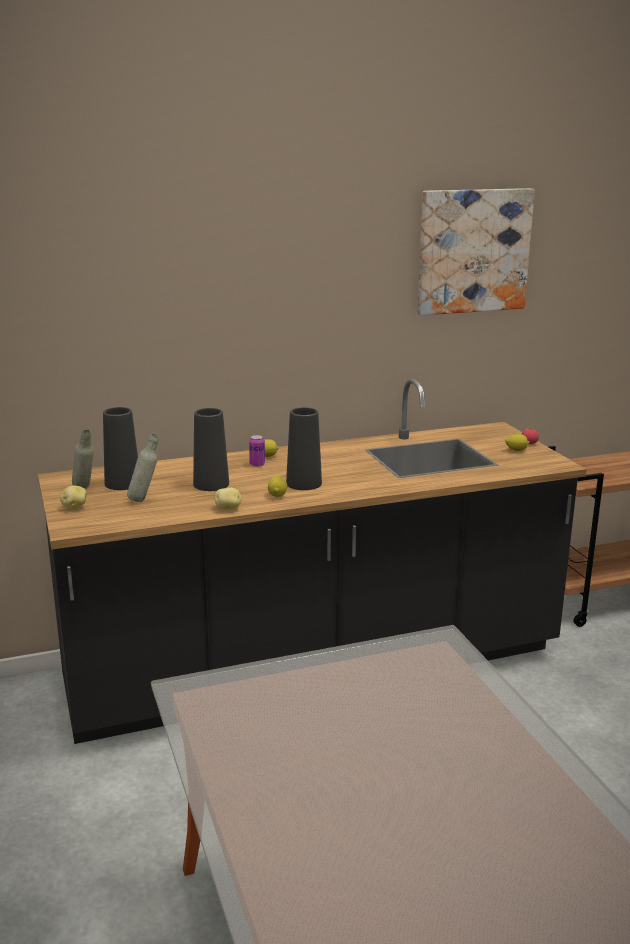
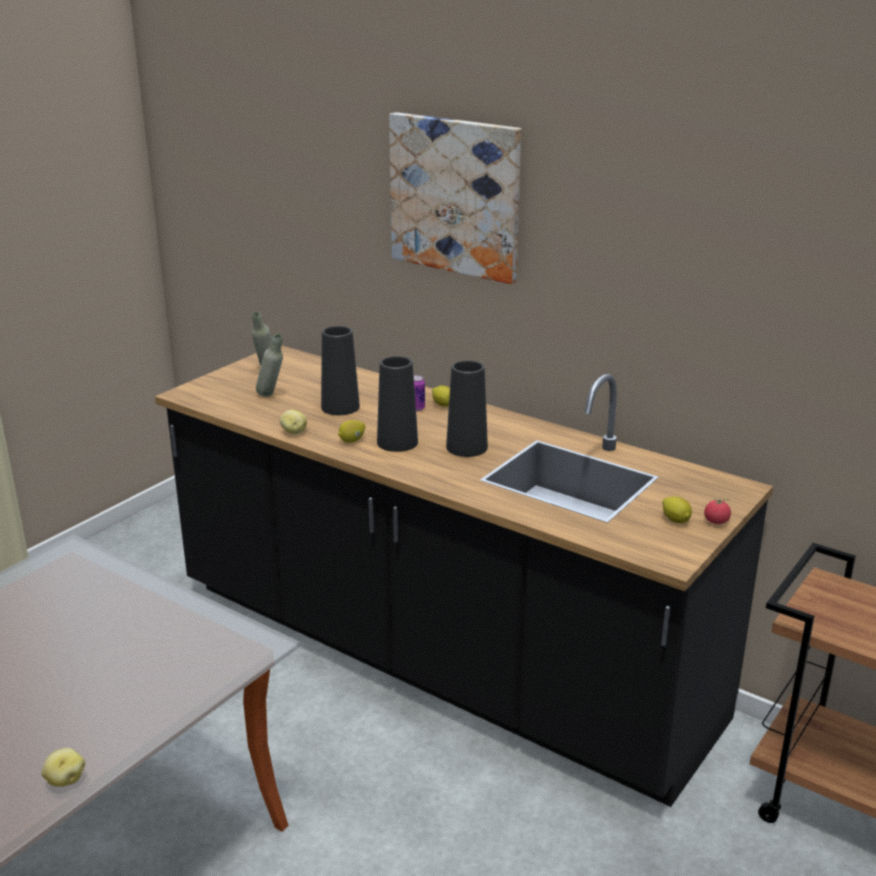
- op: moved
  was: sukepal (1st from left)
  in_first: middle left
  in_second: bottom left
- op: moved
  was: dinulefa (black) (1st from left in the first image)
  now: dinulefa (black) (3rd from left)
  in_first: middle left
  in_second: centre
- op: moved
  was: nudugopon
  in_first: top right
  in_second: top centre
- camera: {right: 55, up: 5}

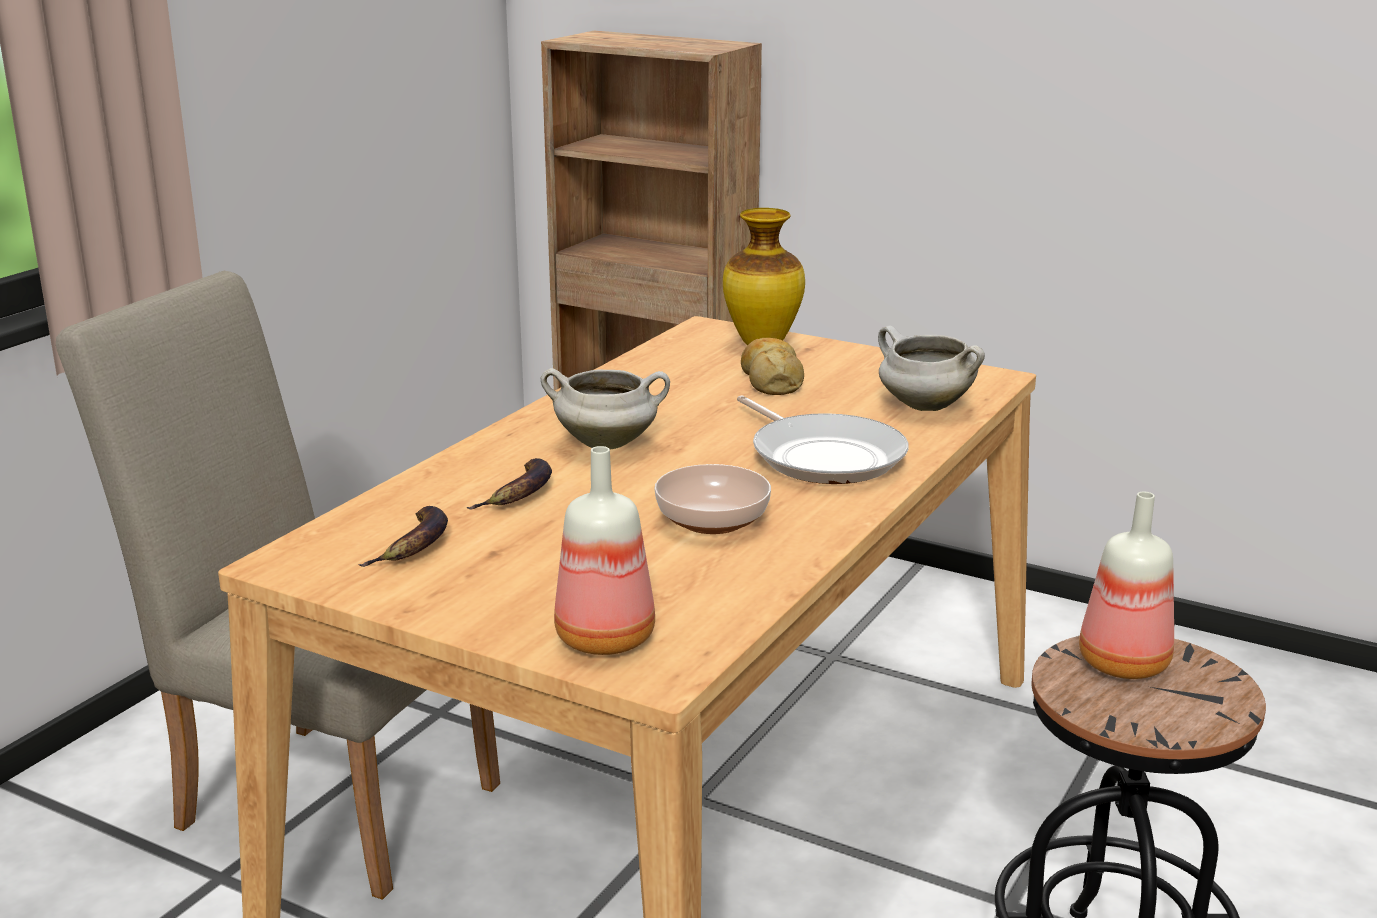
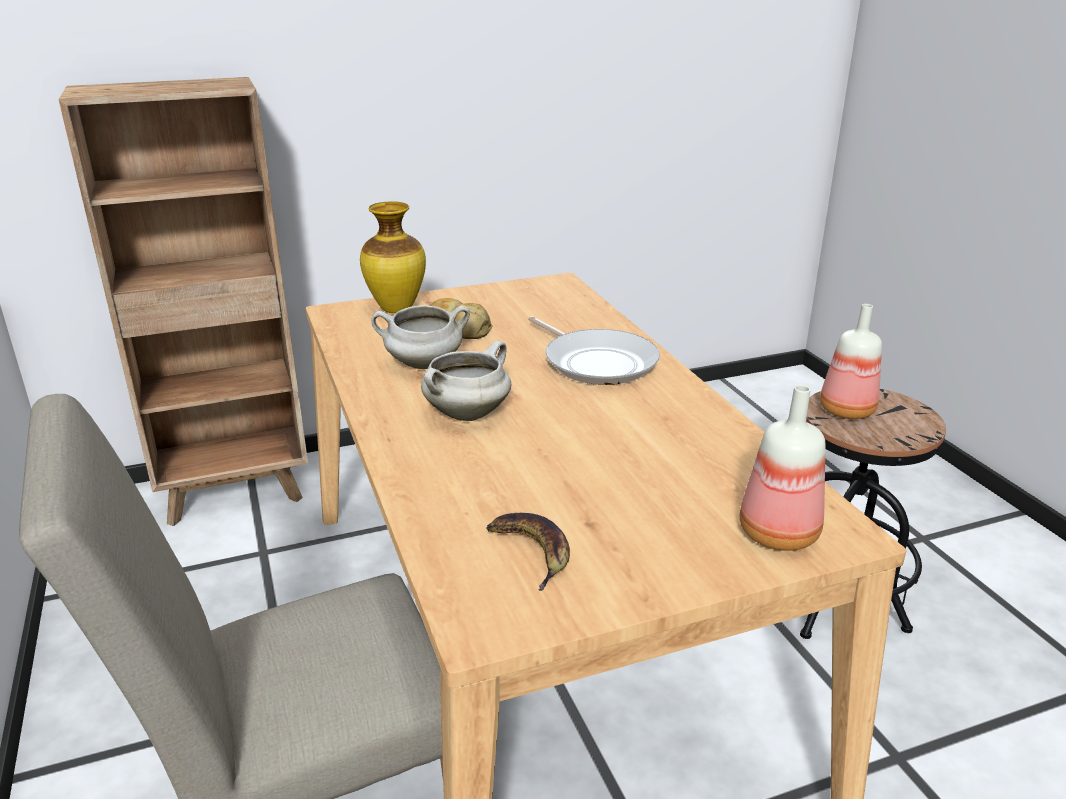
- op: removed
  was: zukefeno (2nd from left)
  in_first: centre
- op: removed
  was: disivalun
  in_first: centre
- op: moved
  was: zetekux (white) (2nd from left in the first image)
  now: zetekux (white) (1st from left)
  in_first: middle right
  in_second: centre
- op: turned
  was: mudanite
  in_first: centre
  in_second: centre
  clockwise: 45
- camera: {right: -50, up: 5}

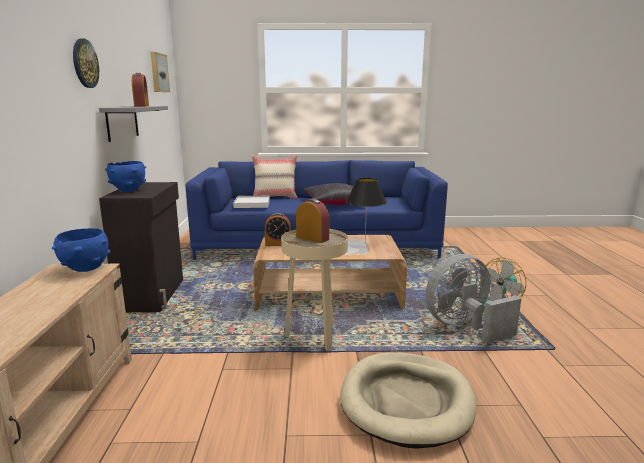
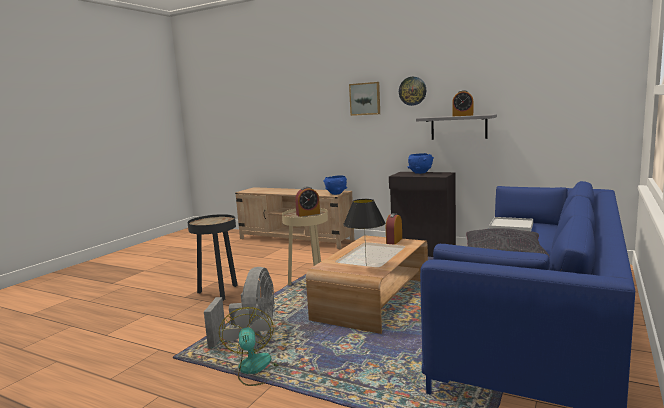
- op: removed
  was: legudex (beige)
  in_first: centre
- op: moved
  was: nudugopon
  in_first: top left
  in_second: top centre
- op: replaced
  was: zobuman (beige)
  now: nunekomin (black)
  in_first: bottom centre
  in_second: middle left
- camera: {right: 120, up: -5}

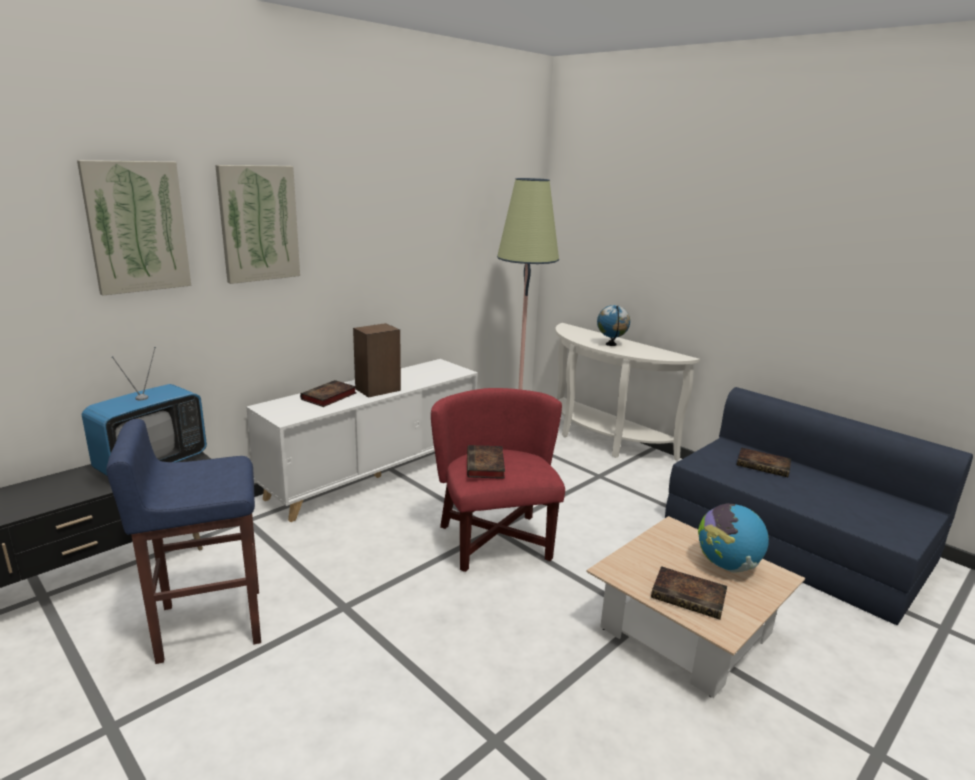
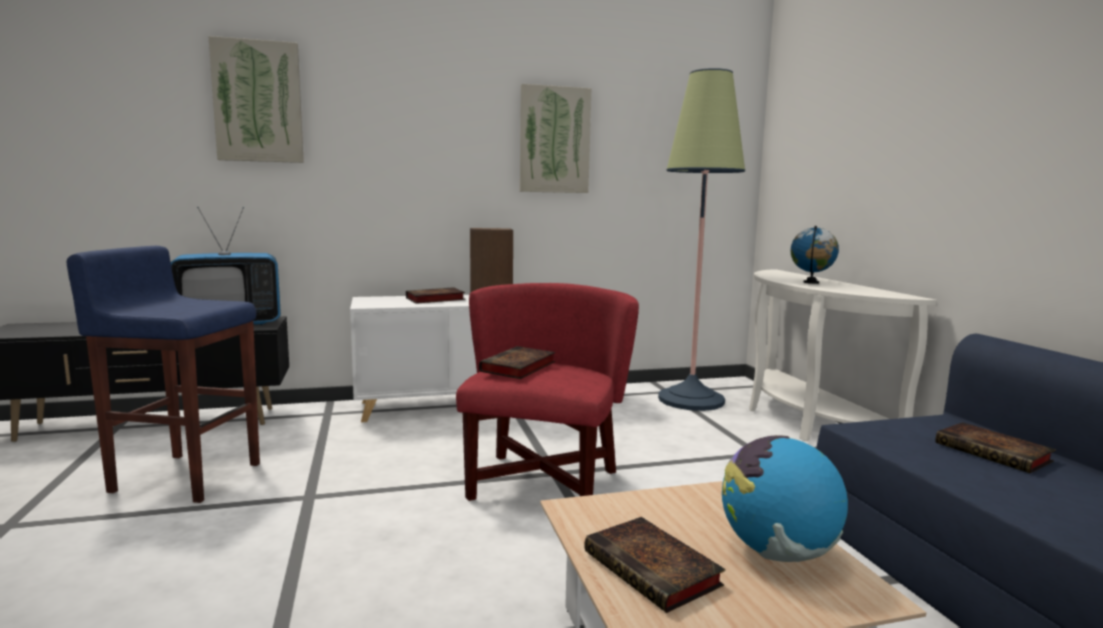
- op: moved
  was: nudugopon (2nd from left)
  in_first: top left
  in_second: top centre
- camera: {right: 30, up: -10}

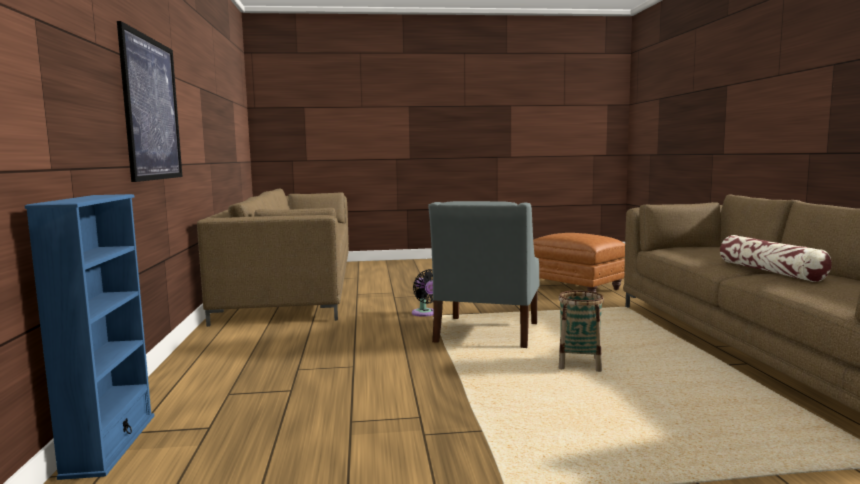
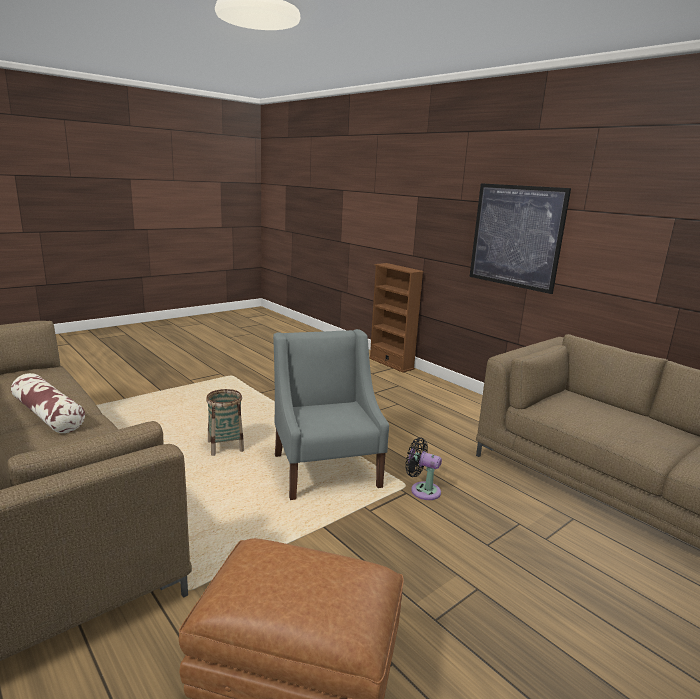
- op: recoloured
  was: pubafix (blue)
  now: pubafix (brown)
  in_first: bottom left
  in_second: centre
- camera: {right: 145, up: 10}

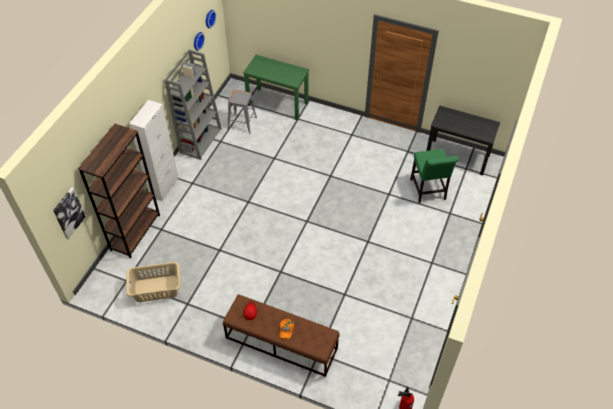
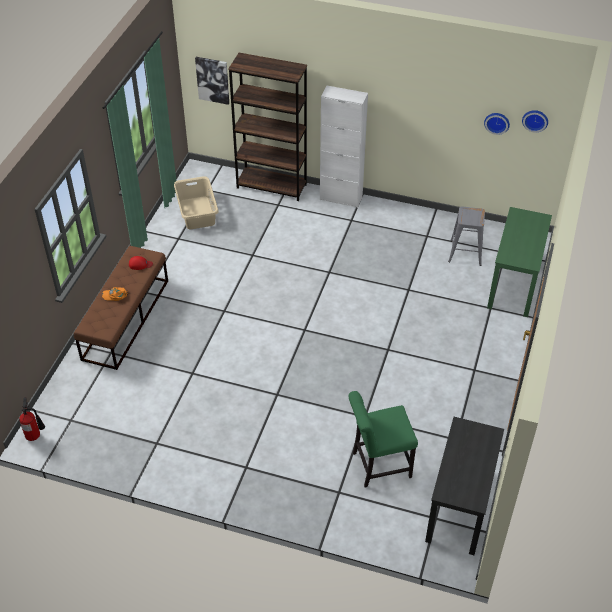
- op: removed
  was: pubafix (grey)
  in_first: top left
- camera: {right: 85, up: -5}

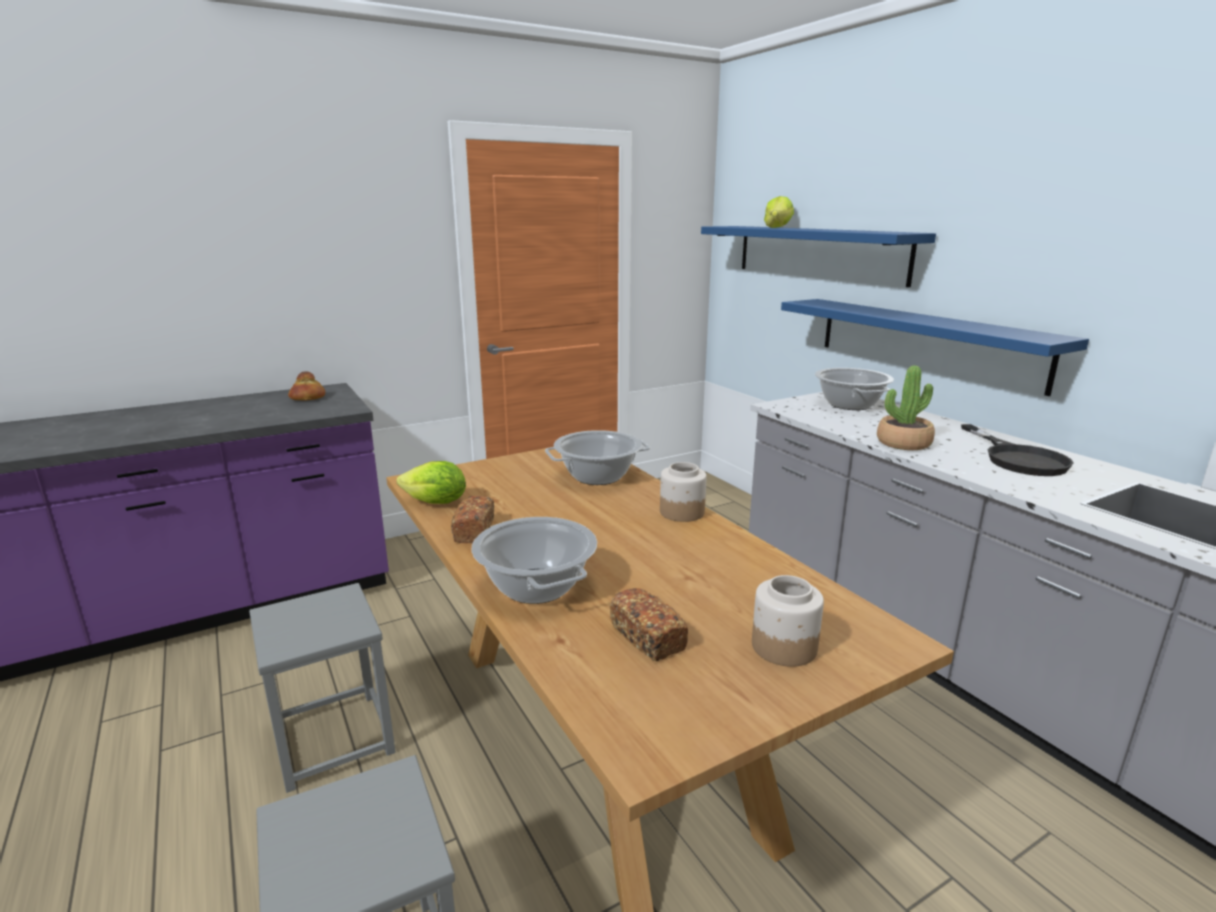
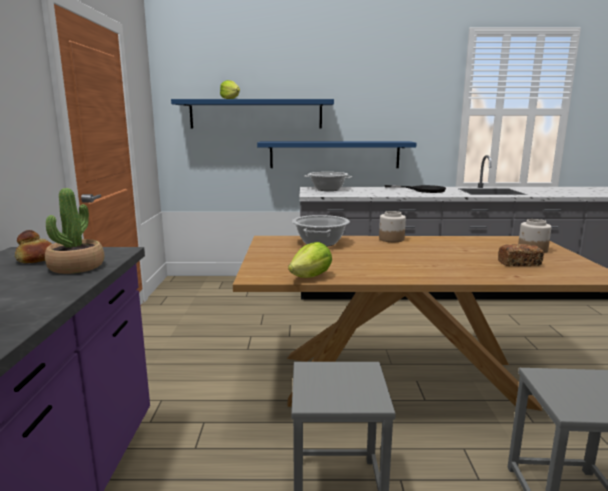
- op: removed
  was: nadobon (2nd from left)
  in_first: centre
- op: removed
  was: zetekux (1st from left)
  in_first: centre
- op: moved
  was: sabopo
  in_first: middle right
  in_second: middle left
- camera: {right: -60, up: -5}

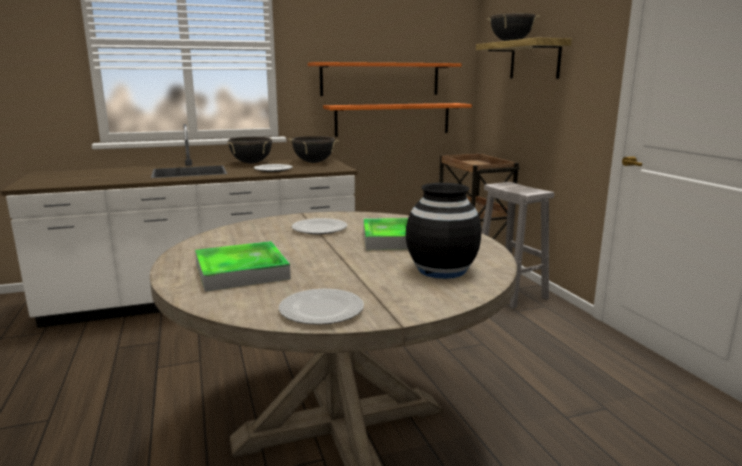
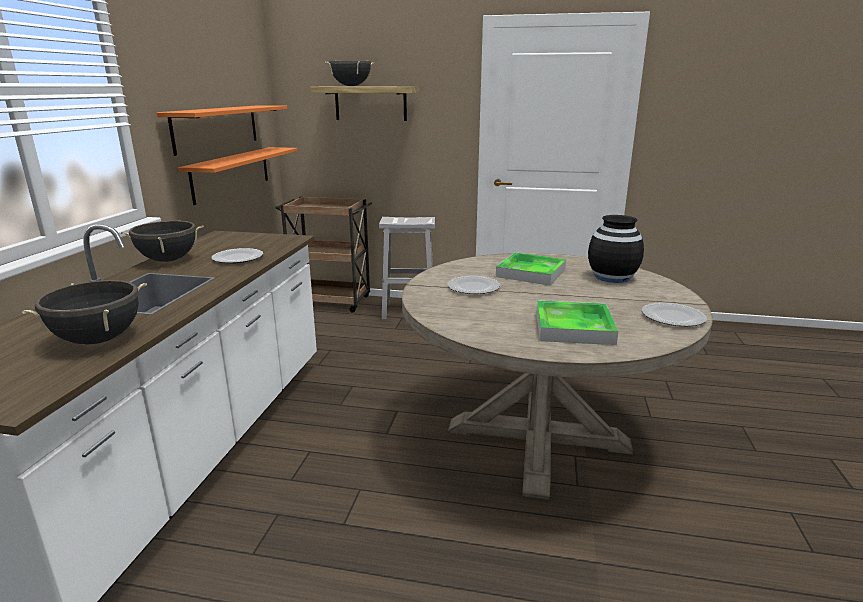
- op: moved
  was: zetekux (black) (2nd from left in the first image)
  now: zetekux (black) (1st from left)
  in_first: top centre
  in_second: middle left
- camera: {right: -60, up: 5}

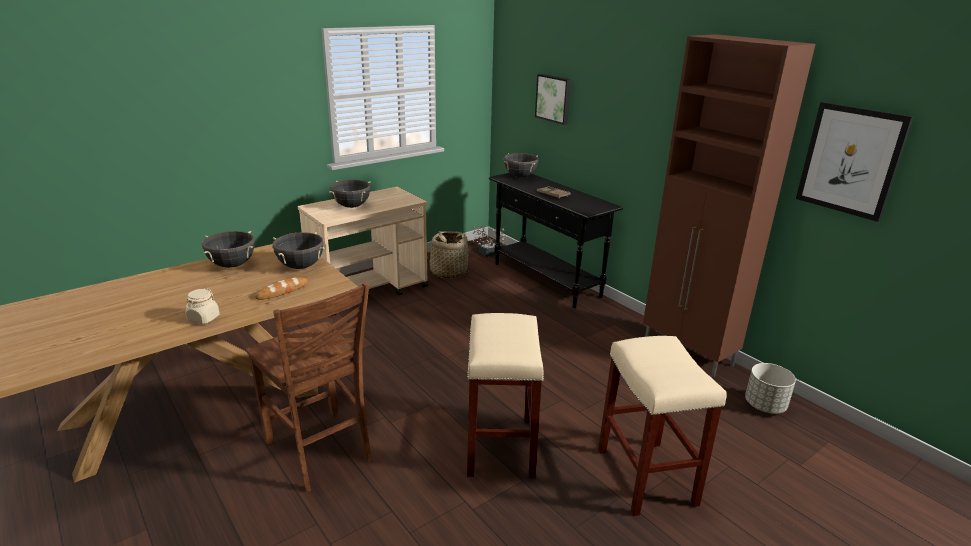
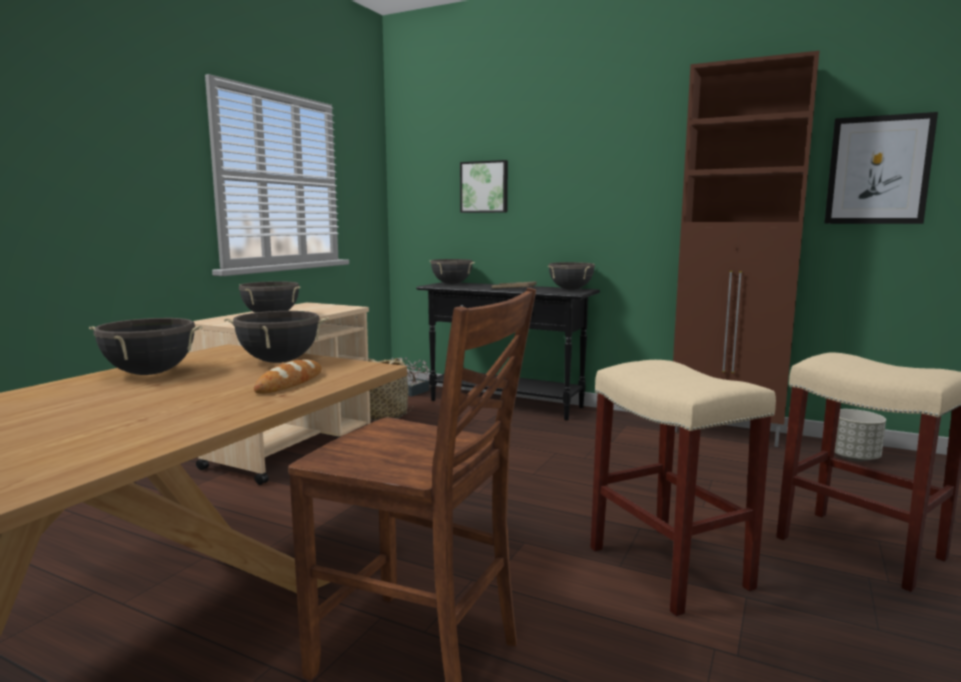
- op: removed
  was: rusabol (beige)
  in_first: middle left
- op: added
  now: zetekux (black) (5th from left)
  in_second: centre
- camera: {right: -25, up: -15}

